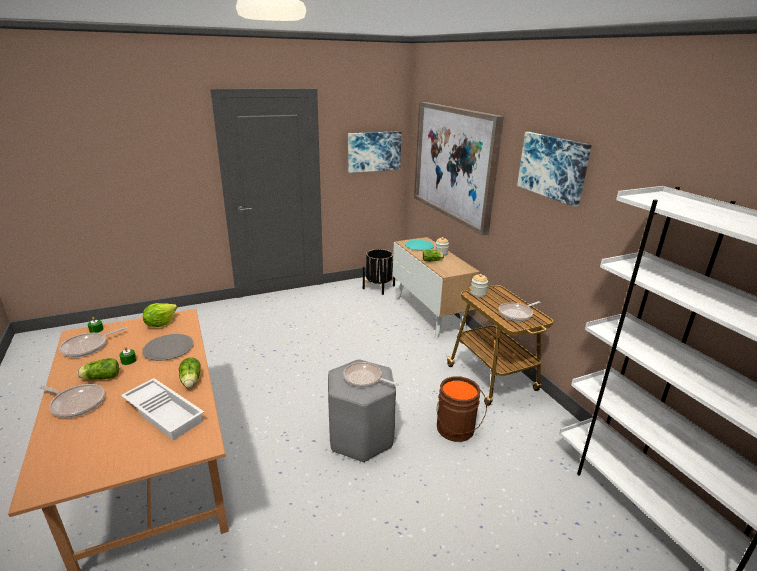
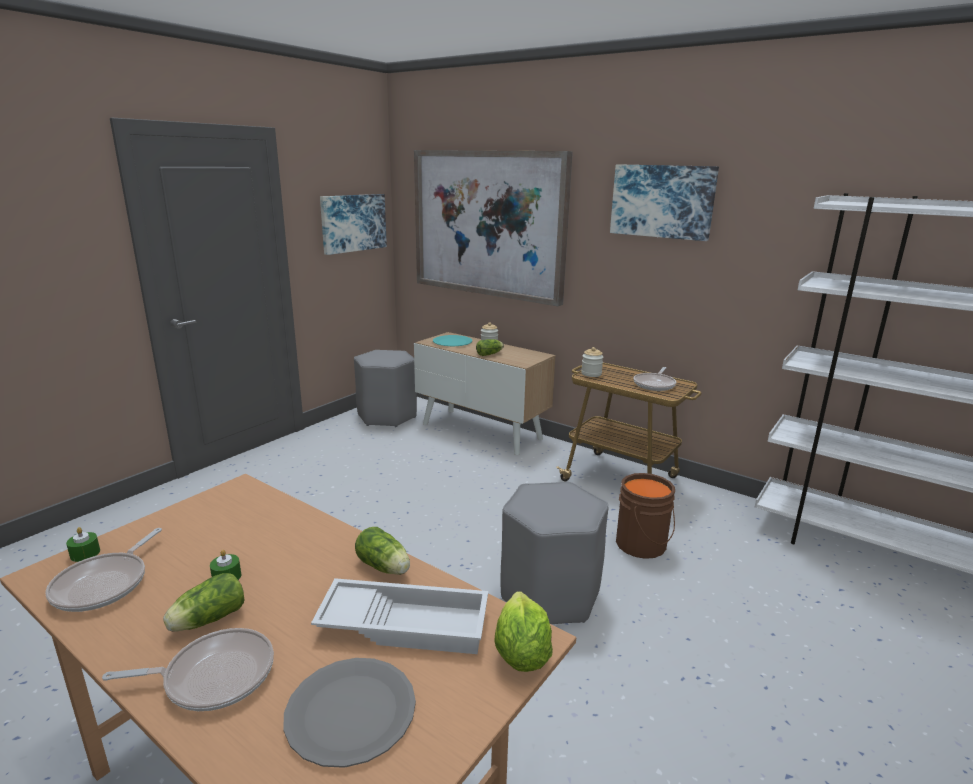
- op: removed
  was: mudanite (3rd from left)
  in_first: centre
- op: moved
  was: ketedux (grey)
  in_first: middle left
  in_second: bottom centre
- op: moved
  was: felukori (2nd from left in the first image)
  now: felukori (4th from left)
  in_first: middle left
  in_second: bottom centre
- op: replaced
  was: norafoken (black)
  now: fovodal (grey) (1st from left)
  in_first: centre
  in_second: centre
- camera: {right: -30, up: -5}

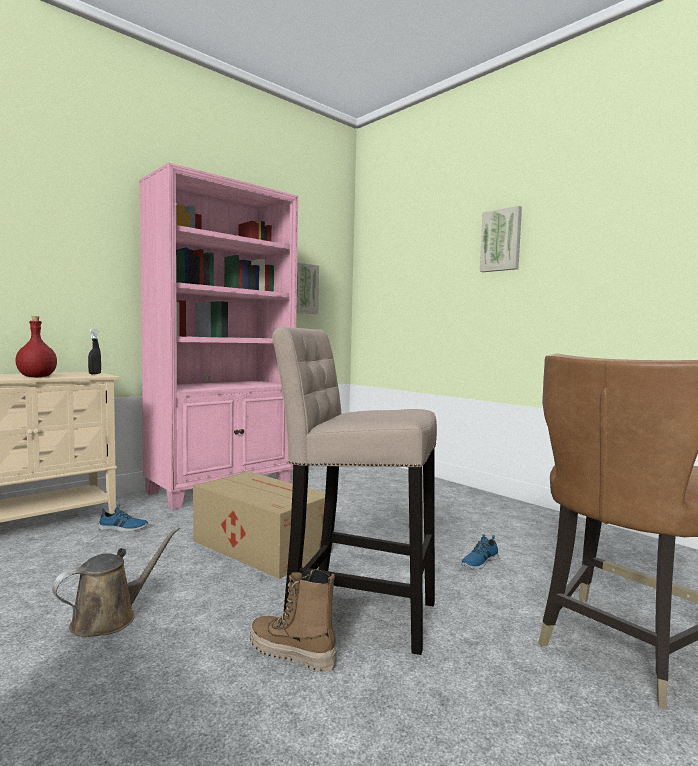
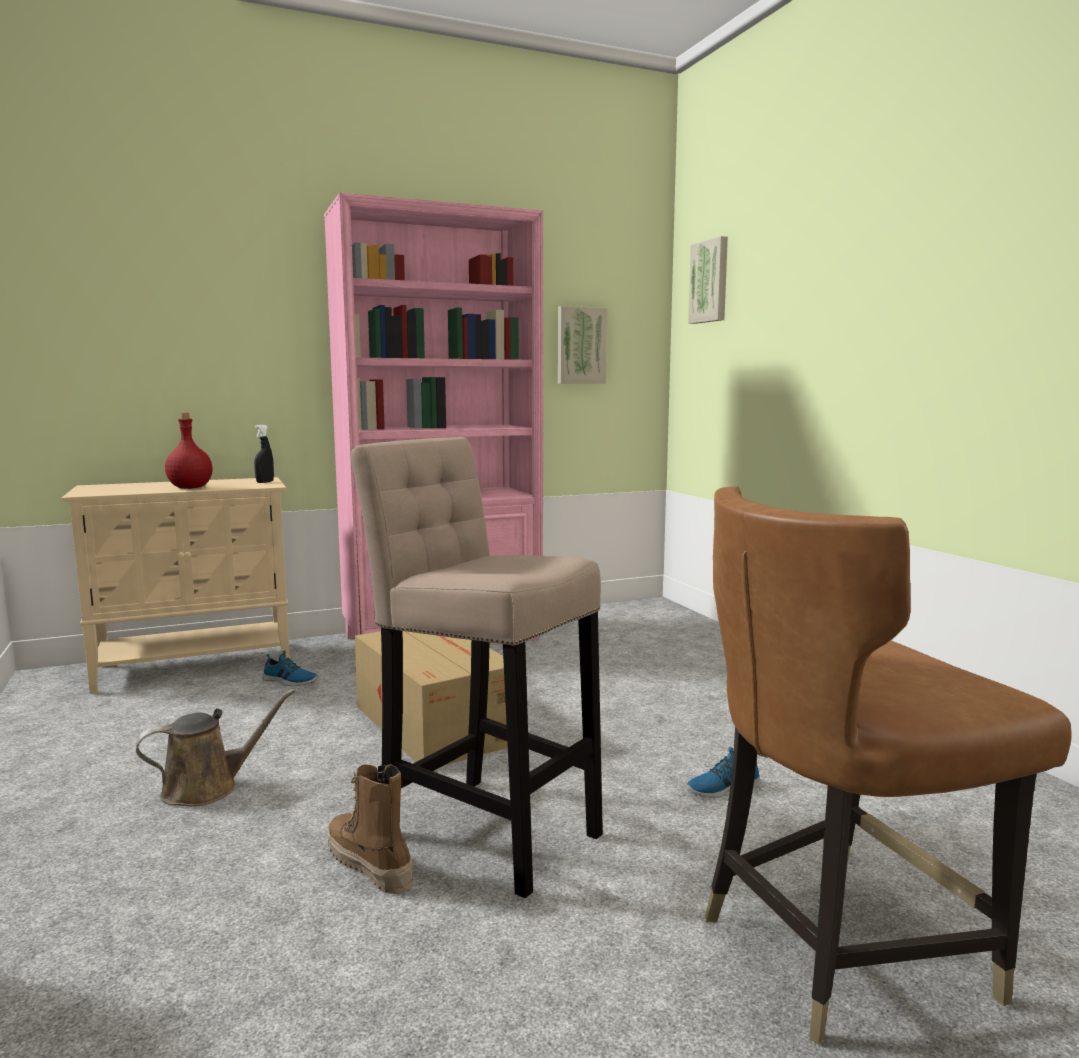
- op: moved
  was: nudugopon (2nd from left)
  in_first: top right
  in_second: top centre
- camera: {right: 20, up: 5}

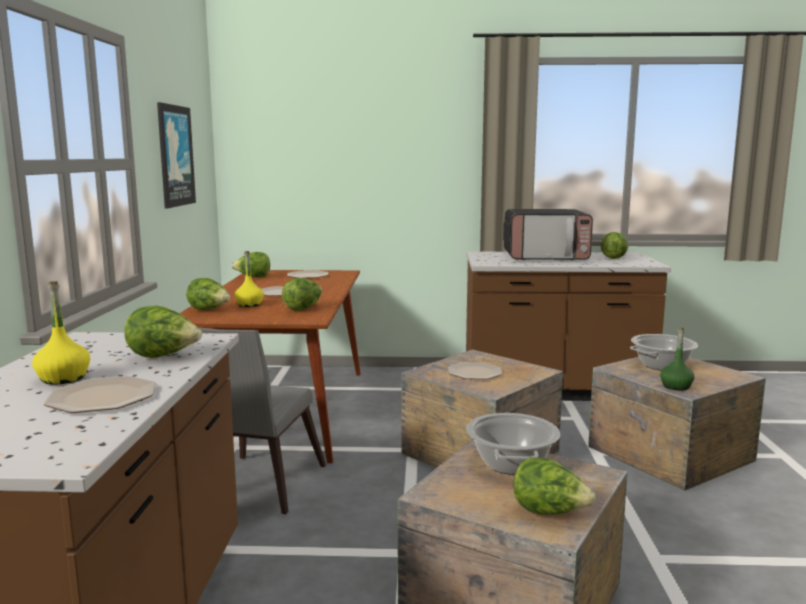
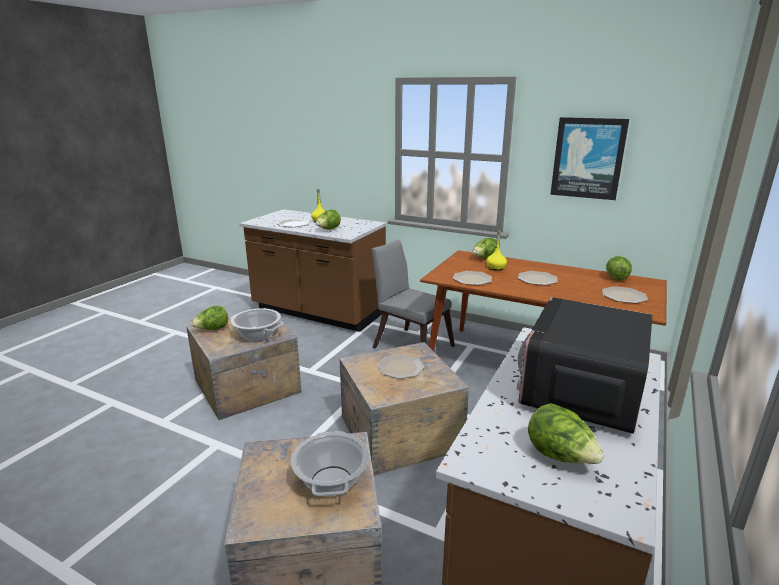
- op: removed
  was: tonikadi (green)
  in_first: middle right
- op: replaced
  was: felukori (4th from left)
  now: ketedux (3rd from left)
  in_first: centre
  in_second: centre
- camera: {right: 115, up: 10}

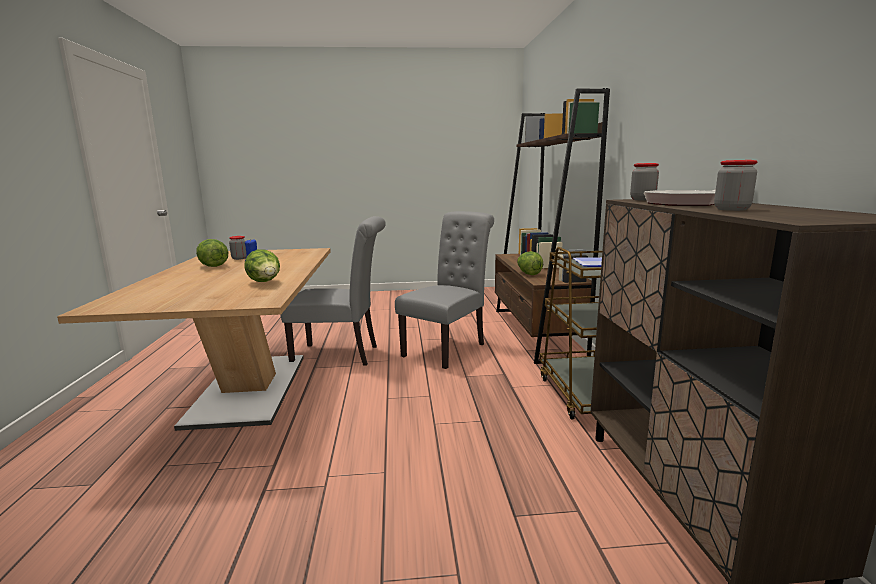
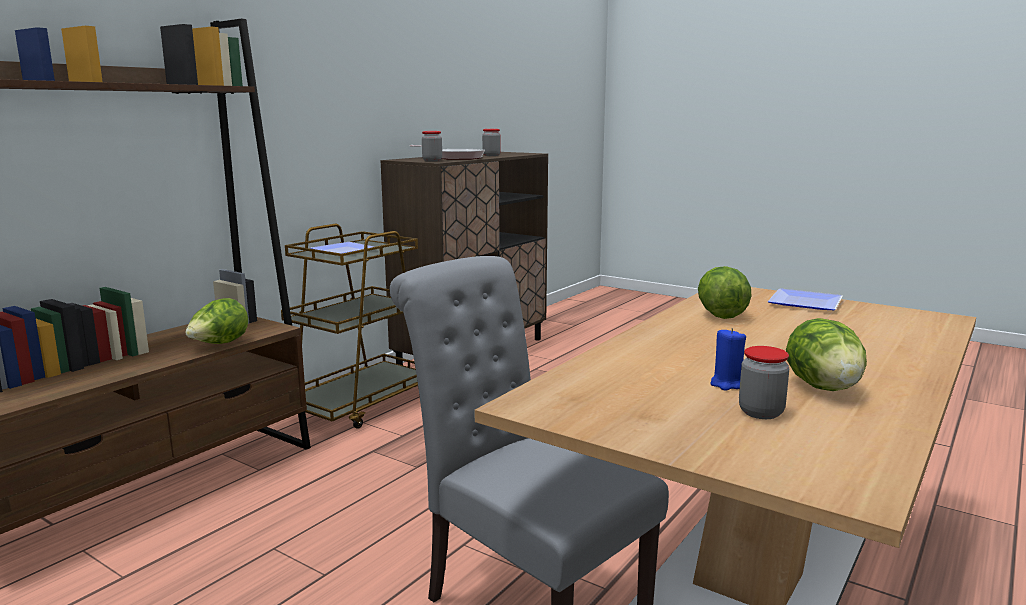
- op: removed
  was: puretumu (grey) (2nd from left)
  in_first: centre
- op: added
  now: ketedux (2nd from left)
  in_second: middle right
- camera: {right: -140, up: 0}

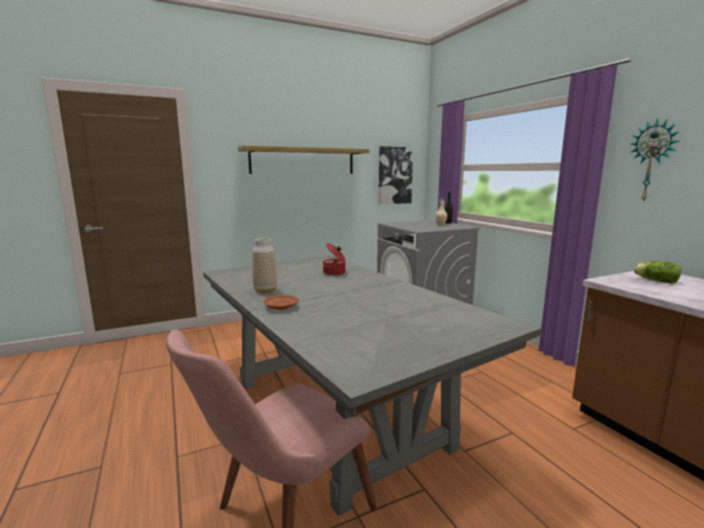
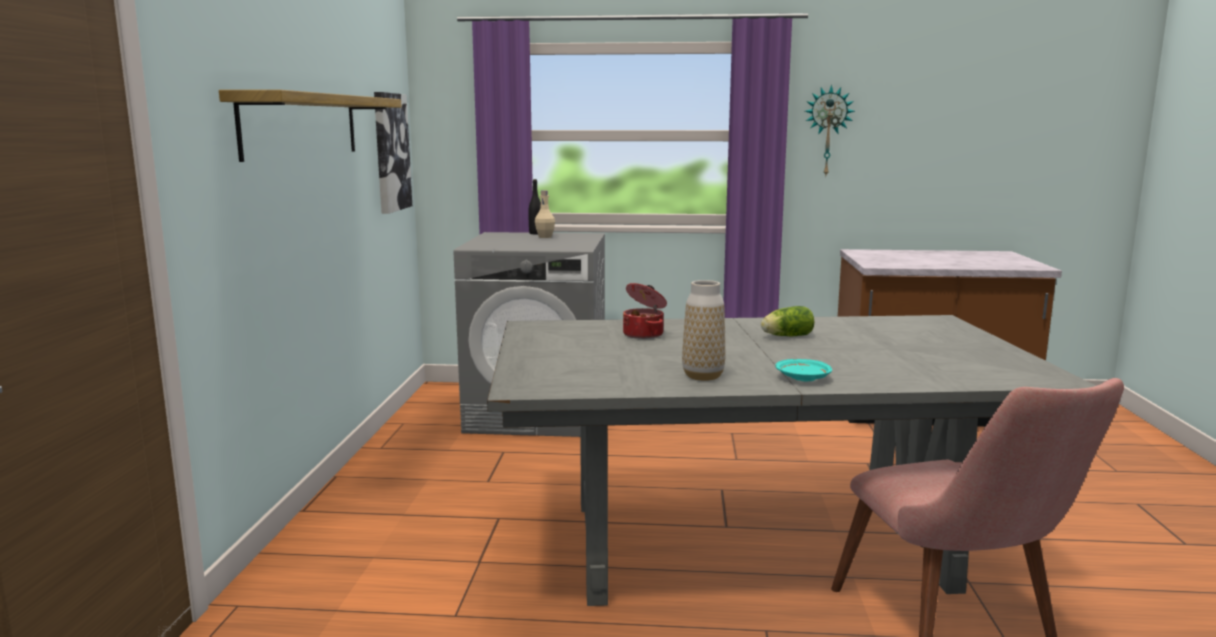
- op: moved
  was: felukori
  in_first: middle right
  in_second: centre
- op: recoloured
  was: ketedux (brown)
  now: ketedux (turquoise)
  in_first: centre
  in_second: centre
- camera: {right: -60, up: 0}

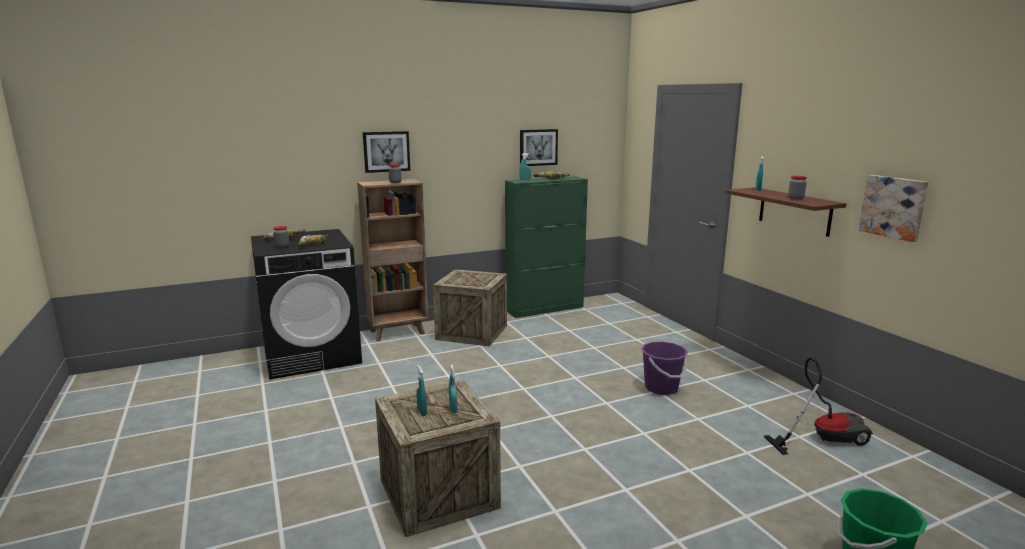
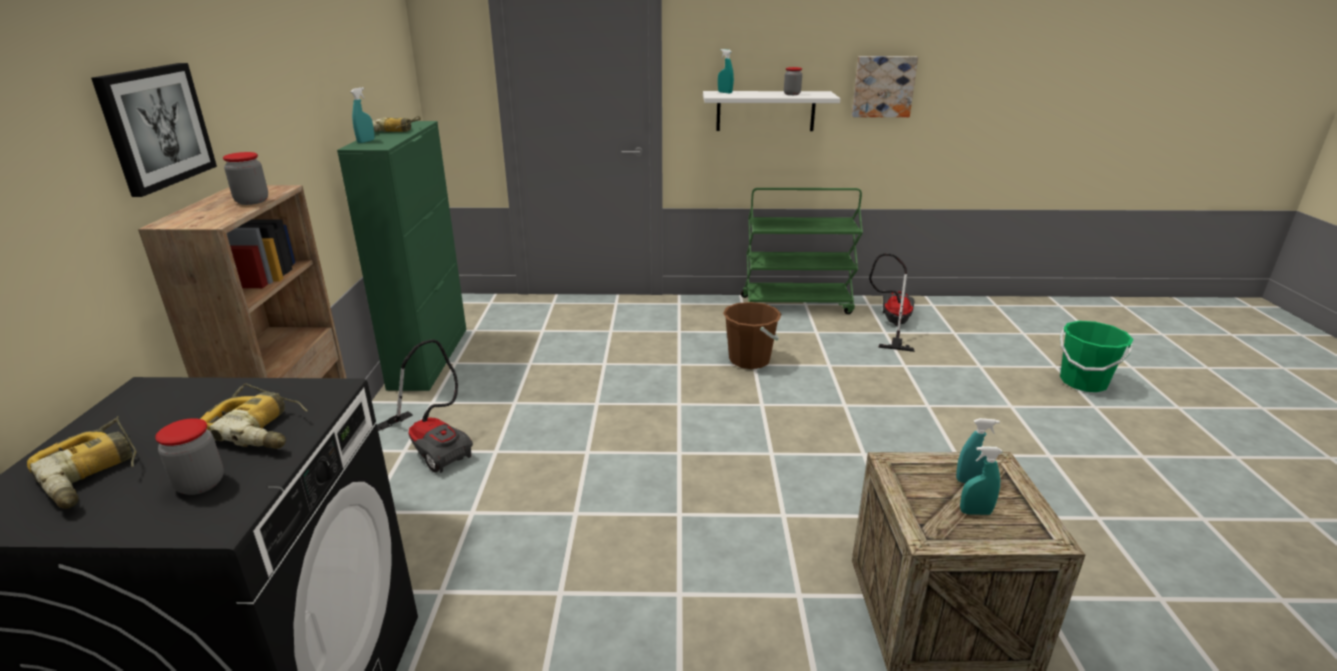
- op: removed
  was: nudugopon (2nd from left)
  in_first: top centre
- op: added
  now: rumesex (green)
  in_second: centre
- op: replaced
  was: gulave (2nd from left)
  now: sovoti (1st from left)
  in_first: centre
  in_second: middle left
- op: recoloured
  was: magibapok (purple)
  now: magibapok (brown)
  in_first: bottom centre
  in_second: centre
- op: recoloured
  was: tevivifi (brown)
  now: tevivifi (white)
  in_first: middle right
  in_second: top centre
- camera: {right: -65, up: 10}

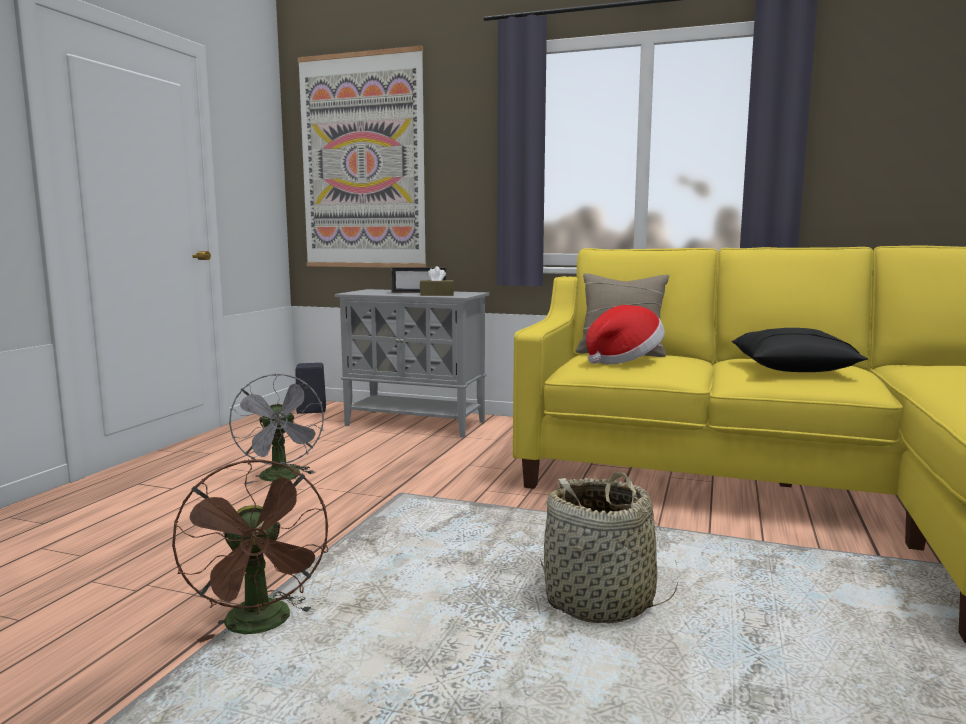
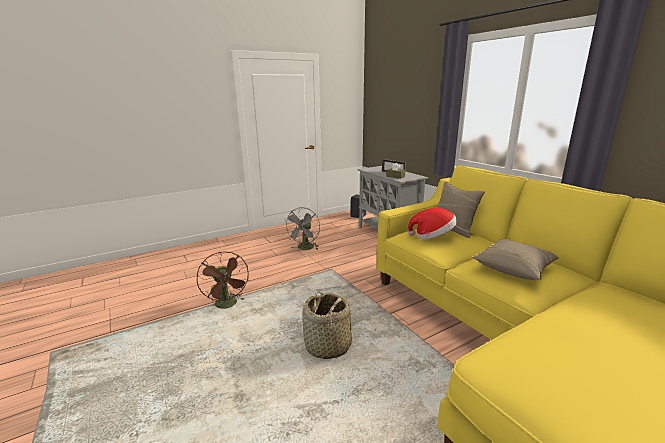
- op: removed
  was: nudugopon
  in_first: top centre
- op: recoloured
  was: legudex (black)
  now: legudex (beige) (2nd from left)
  in_first: middle right
  in_second: middle right
- op: turned
  was: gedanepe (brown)
  in_first: bottom left
  in_second: centre
  clockwise: -45
- camera: {right: 40, up: 10}

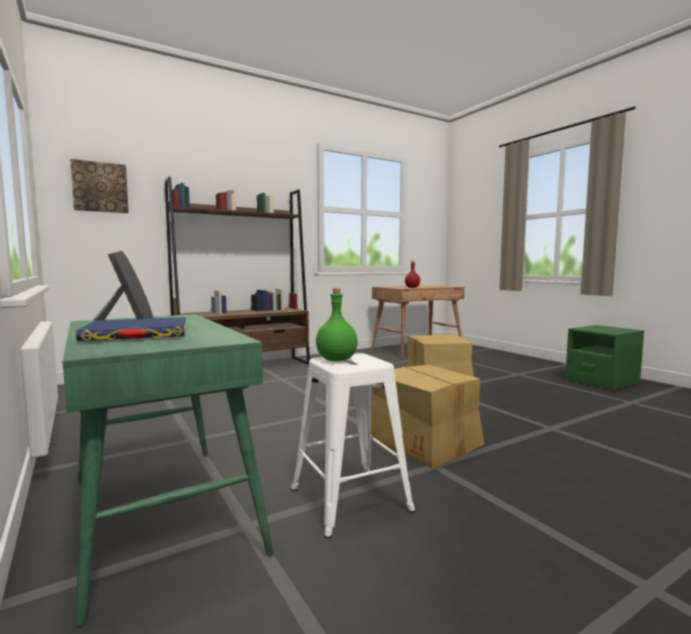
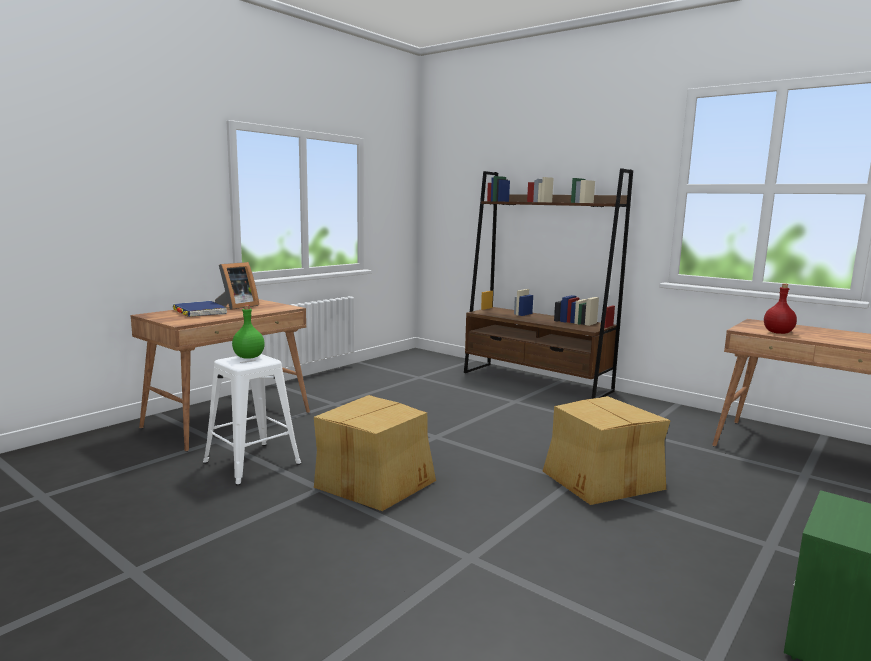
- op: removed
  was: nudugopon
  in_first: top left
- op: recoloured
  was: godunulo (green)
  now: godunulo (brown) (1st from left)
  in_first: bottom left
  in_second: middle left
- camera: {right: 70, up: 5}

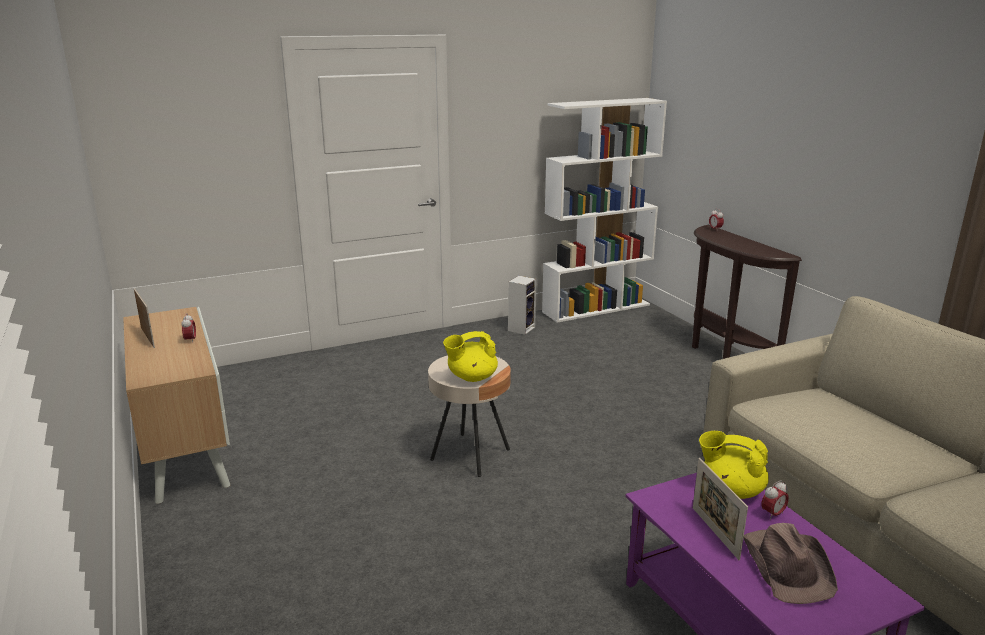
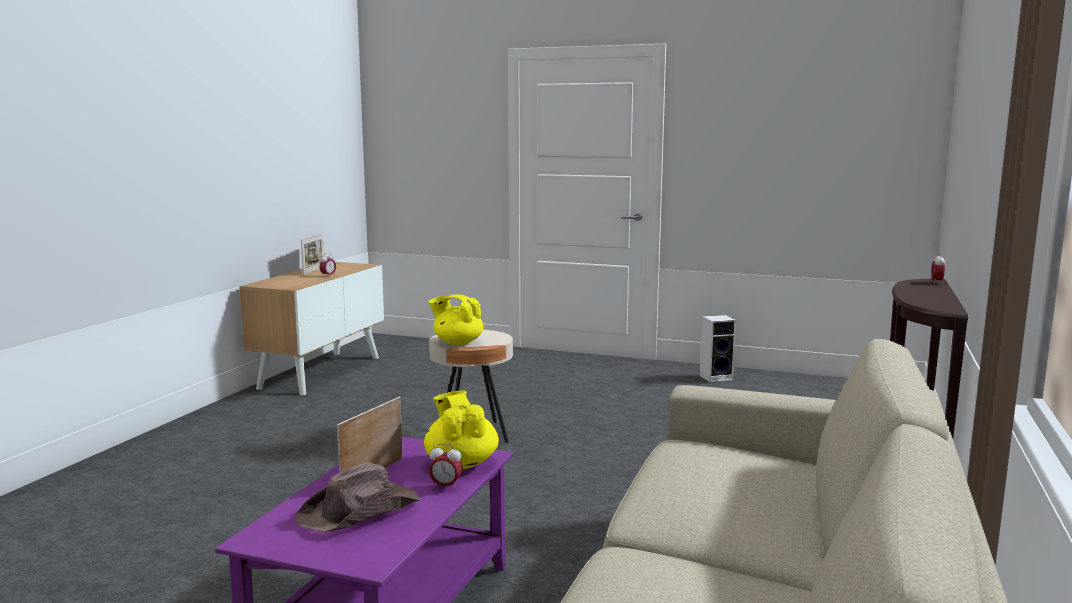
- op: removed
  was: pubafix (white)
  in_first: top centre
- camera: {right: 45, up: -10}

